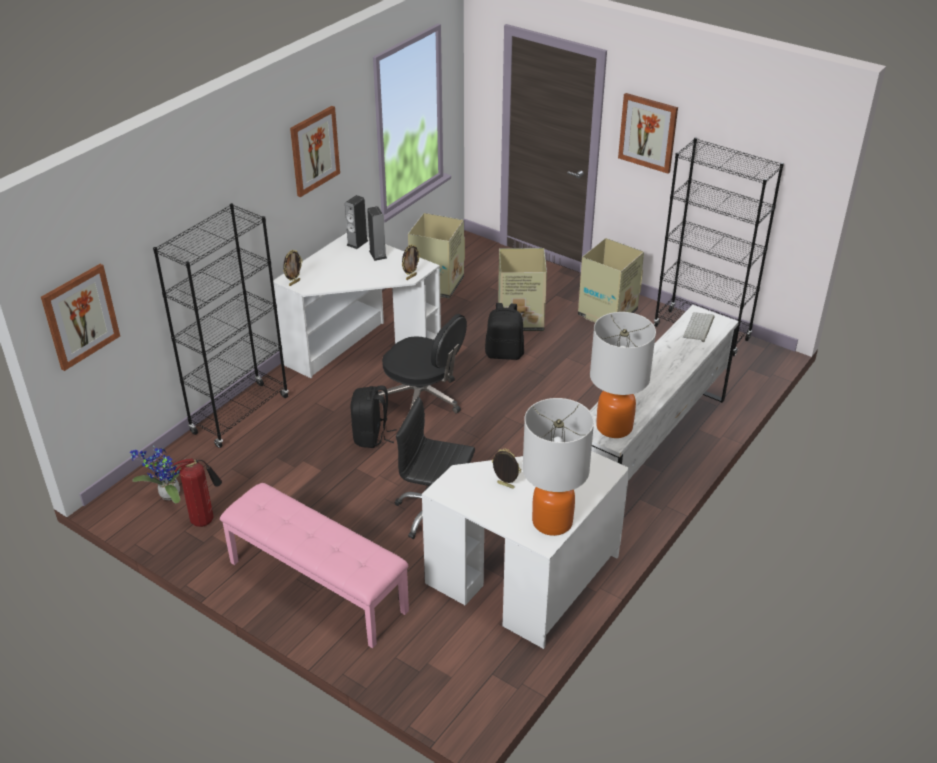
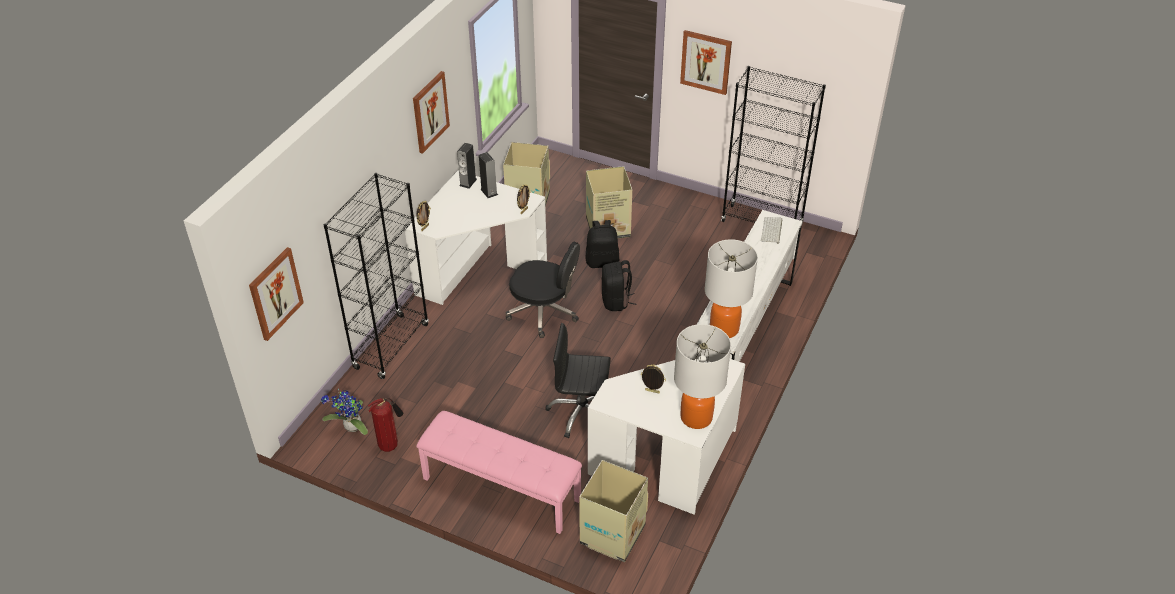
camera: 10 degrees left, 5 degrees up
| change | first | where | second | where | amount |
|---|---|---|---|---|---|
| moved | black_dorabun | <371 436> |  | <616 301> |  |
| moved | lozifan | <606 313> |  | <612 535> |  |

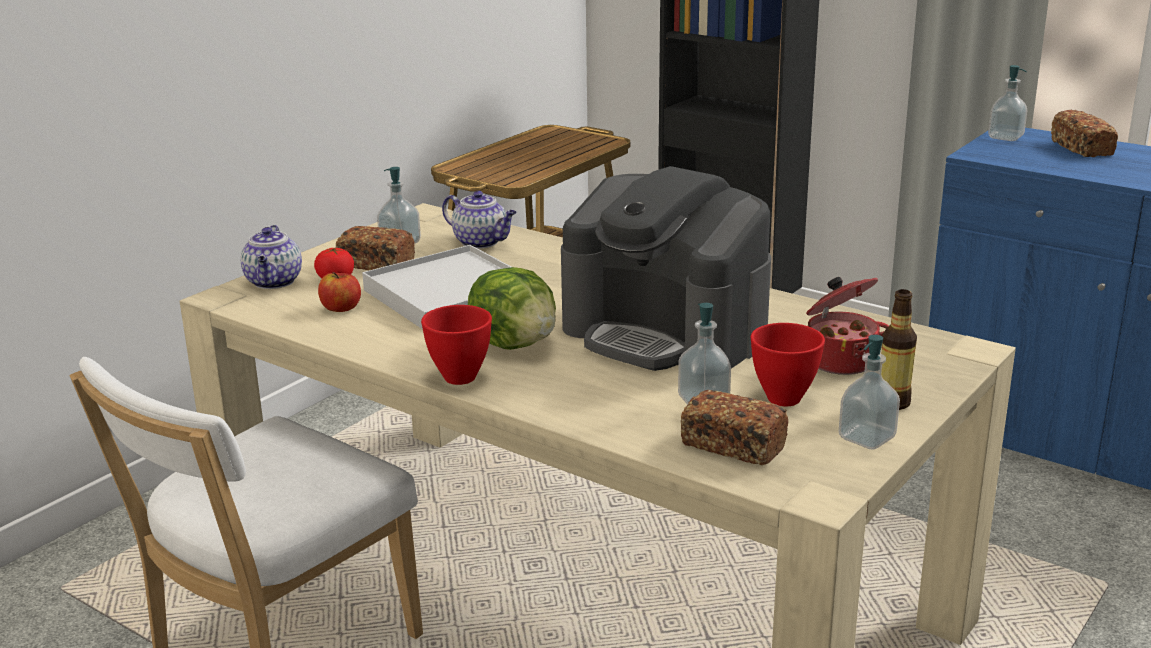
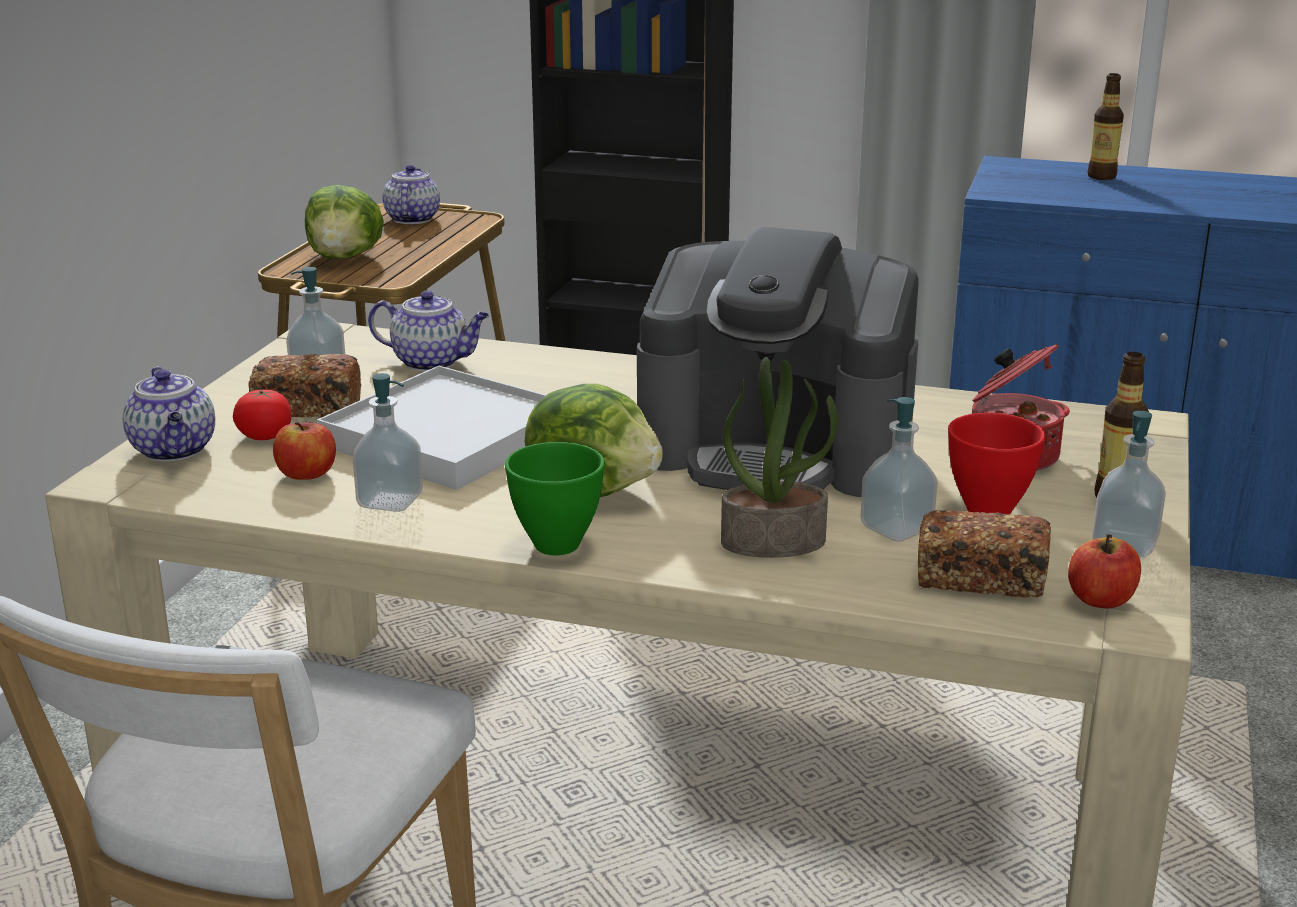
camera: 20 degrees left, 0 degrees up
| change | first | where | second | where | amount |
|---|---|---|---|---|---|
| added |  |  | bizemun | <345 257> |  |
| added |  |  | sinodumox | <412 219> |  |
| added |  |  | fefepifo | <774 541> |  |
| added |  |  | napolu | <1101 600> |  |
| moved | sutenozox | <1005 137> |  | <390 501> |  |
| replaced | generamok | <1082 148> | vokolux | <1101 176> |  |
| recoloured | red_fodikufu | <461 377> | green_fodikufu | <558 544> |  |

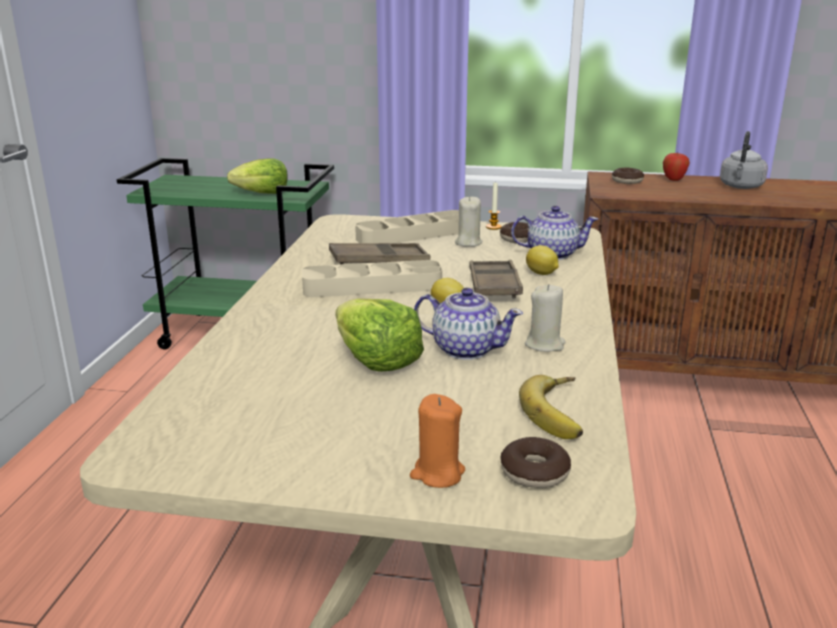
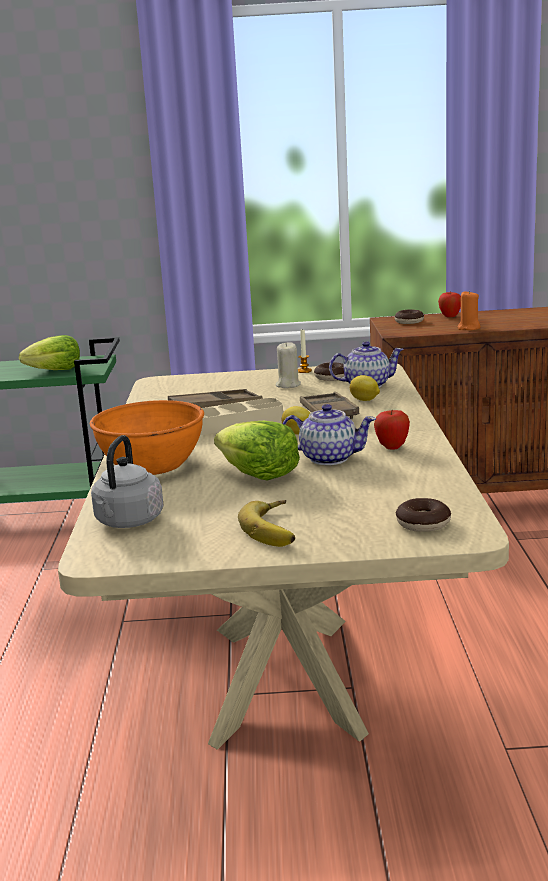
camera: 10 degrees left, 5 degrees down
| change | first | where | second | where | amount |
|---|---|---|---|---|---|
| removed | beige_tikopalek | <413 235> |  |  |  |
| added |  |  | orange_fodikufu | <151 465> |  |
| moved | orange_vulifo | <437 473> |  | <468 328> |  |
| moved | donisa | <562 412> |  | <277 528> |  |
| moved | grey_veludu | <740 187> |  | <128 522> |  |
| replaced | beige_vulifo | <545 344> | napolu | <392 447> |  |

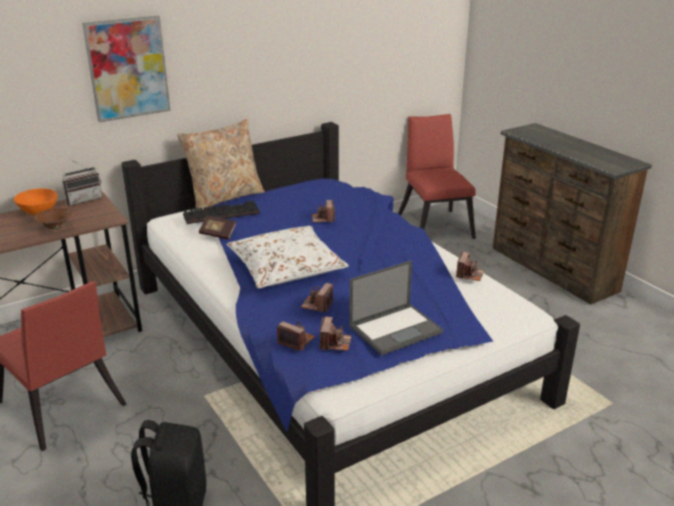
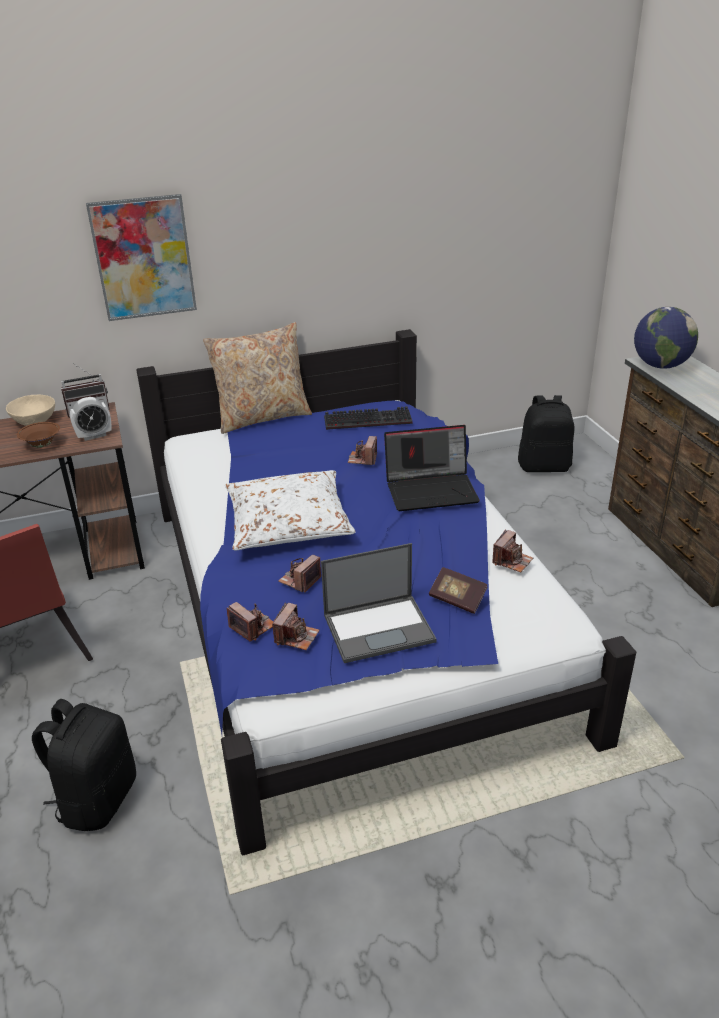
camera: 15 degrees right, 5 degrees up
| change | first | where | second | where | amount |
|---|---|---|---|---|---|
| added |  |  | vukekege | <94 436> |  |
| added |  |  | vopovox | <432 490> |  |
| added |  |  | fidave | <660 366> |  |
| moved | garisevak | <222 213> |  | <369 420> |  |
| moved | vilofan | <218 234> |  | <457 599> |  |
| replaced | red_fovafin | <434 224> | black_dorabun | <544 466> |  |
| recoloured | orange_fodikufu | <39 211> | beige_fodikufu | <35 422> |  |

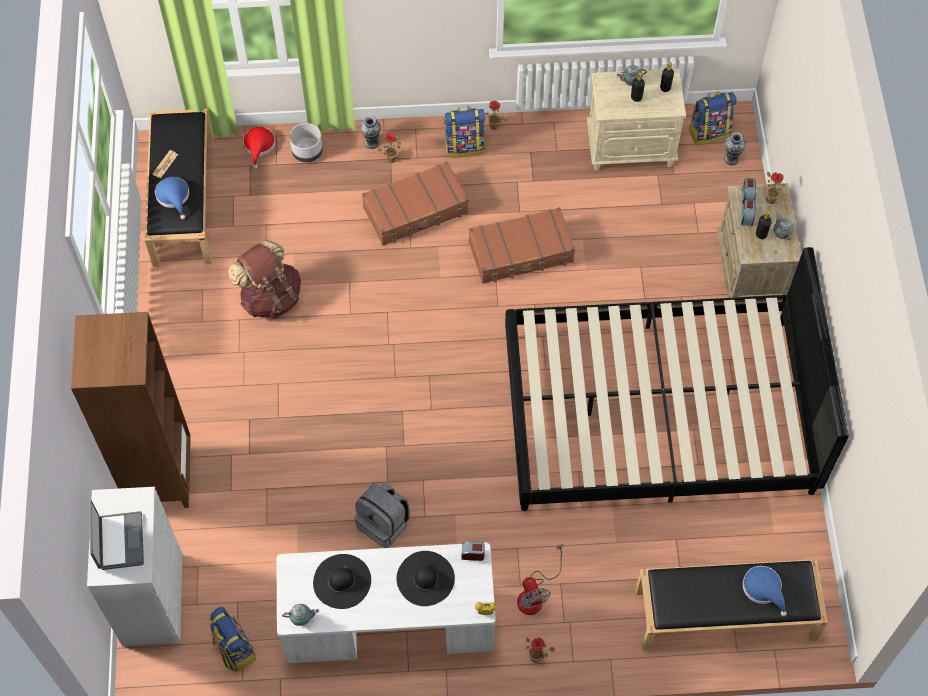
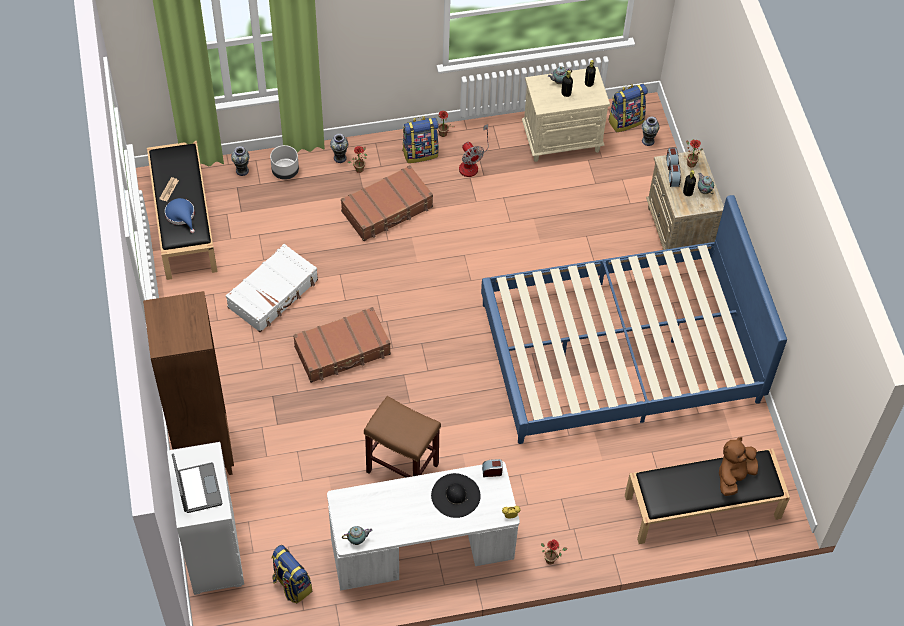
camera: 10 degrees left, 5 degrees down
| change | first | where | second | where | amount |
|---|---|---|---|---|---|
| removed | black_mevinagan | <342 581> |  |  |  |
| moved | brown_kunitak | <521 252> |  | <343 351> |  |
| moved | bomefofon | <535 594> |  | <471 164> |  |
| replaced | brown_dorabun | <270 297> | white_kunitak | <273 294> |  |
| replaced | red_mevinagan | <259 146> | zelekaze | <242 170> |  |
| replaced | grey_dorabun | <384 524> | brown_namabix | <403 468> |  |
| replaced | blue_mevinagan | <763 589> | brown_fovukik | <734 476> |  |
| recoloured | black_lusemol | <658 414> | blue_lusemol | <620 353> |  |

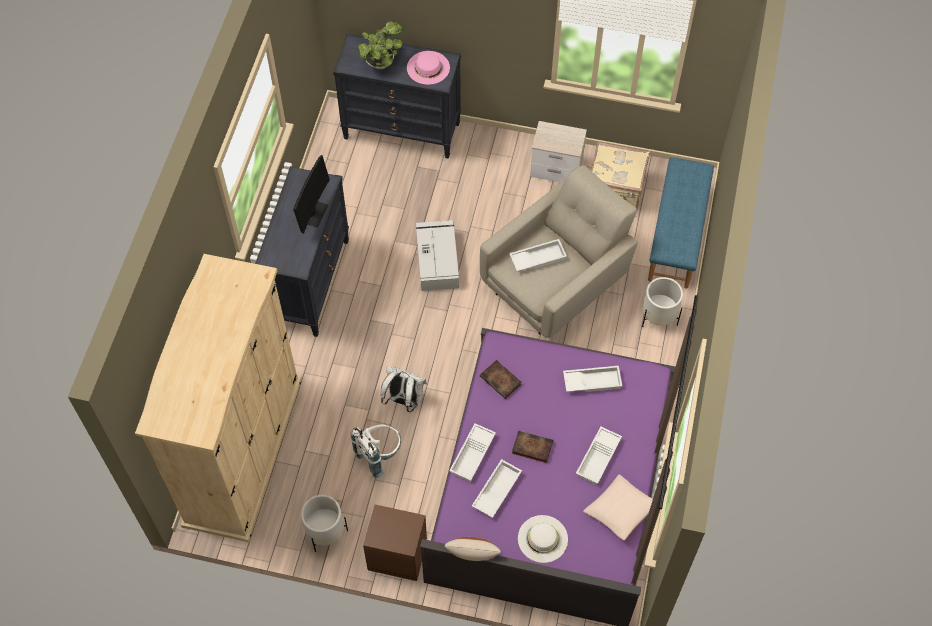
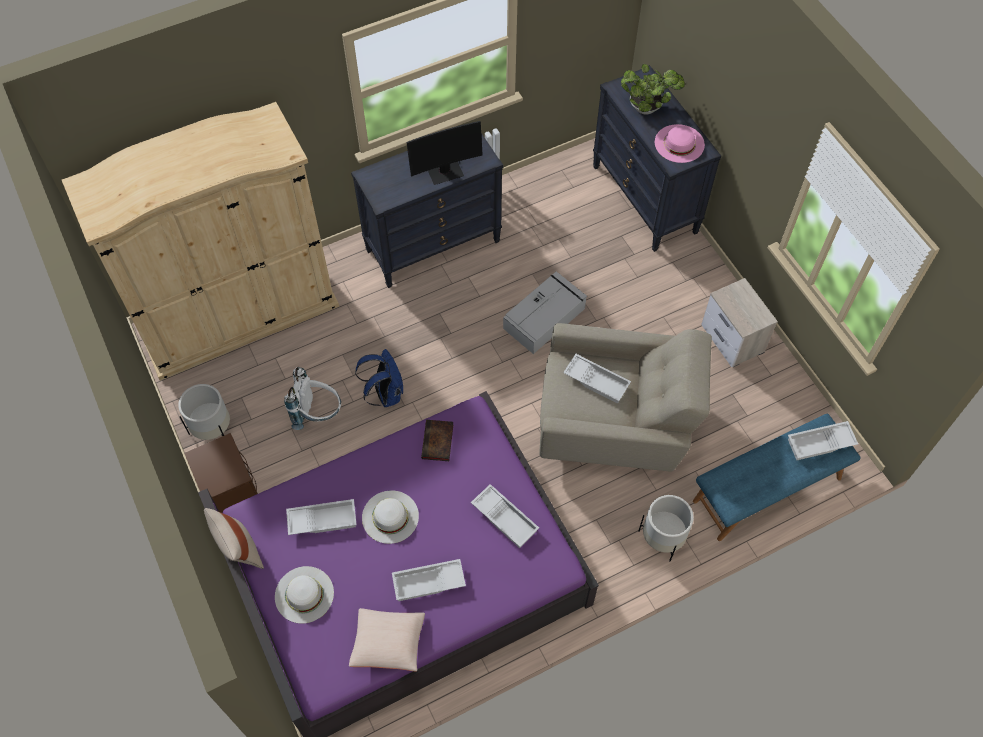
camera: 50 degrees right, 0 degrees up
| change | first | where | second | where | amount |
|---|---|---|---|---|---|
| removed | beige_kunitak | <615 189> |  |  |  |
| moved | white_tikopalek | <473 455> |  | <820 444> |  |
| replaced | vilofan | <531 447> | white_mevinagan | <390 516> |  |
| recoloured | white_dorabun | <404 400> | blue_dorabun | <385 394> |  |

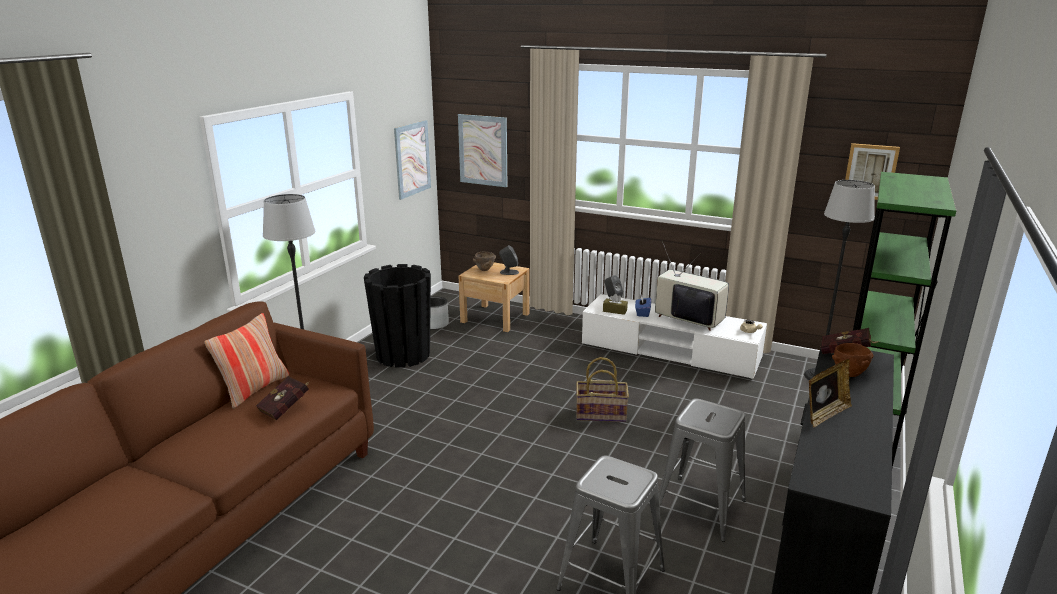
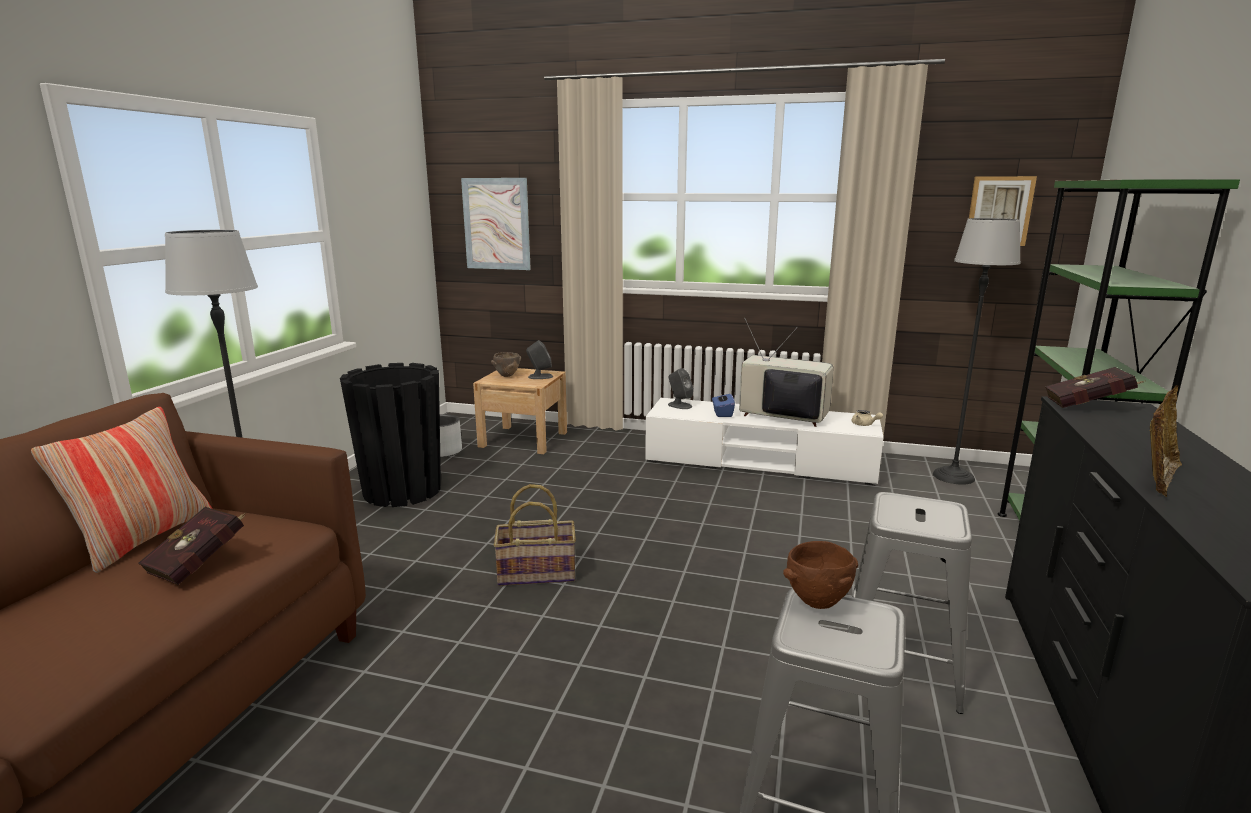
camera: 10 degrees left, 5 degrees down
| change | first | where | second | where | amount |
|---|---|---|---|---|---|
| removed | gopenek | <412 159> |  |  |  |
| removed | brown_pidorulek | <615 311> |  |  |  |
| moved | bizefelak | <601 413> |  | <537 572> |  |
| moved | brown_fodikufu | <849 374> |  | <818 602> |  |

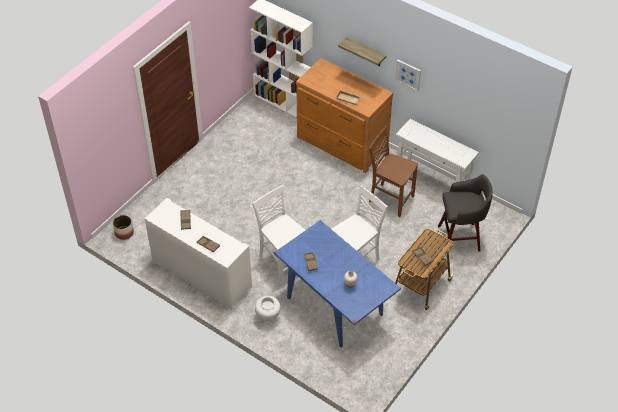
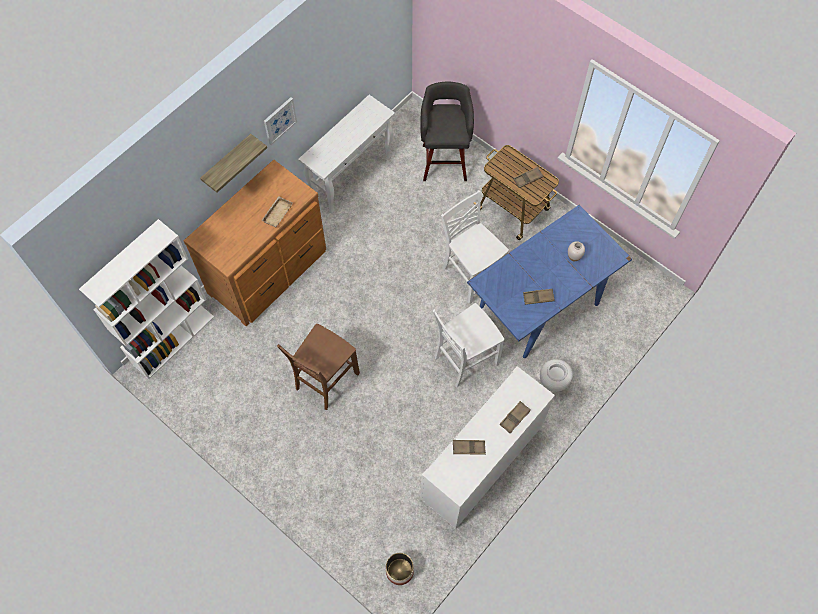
camera: 85 degrees left, 15 degrees up
| change | first | where | second | where | amount |
|---|---|---|---|---|---|
| moved | brown_fovafin | <390 199> |  | <325 381> |  |

